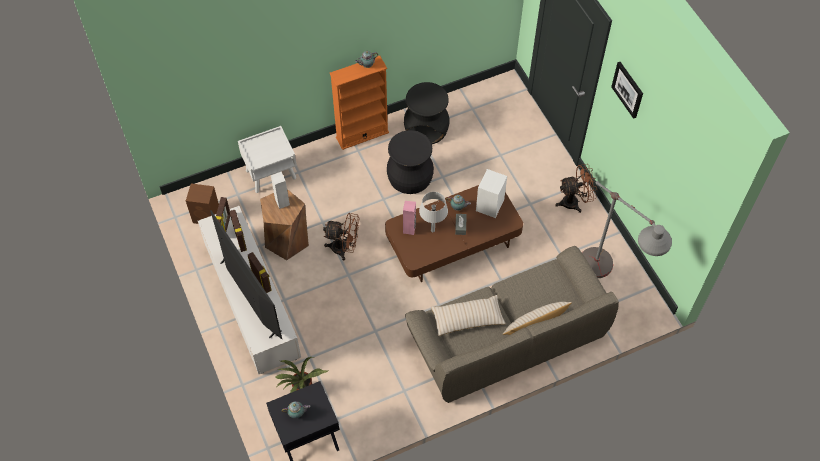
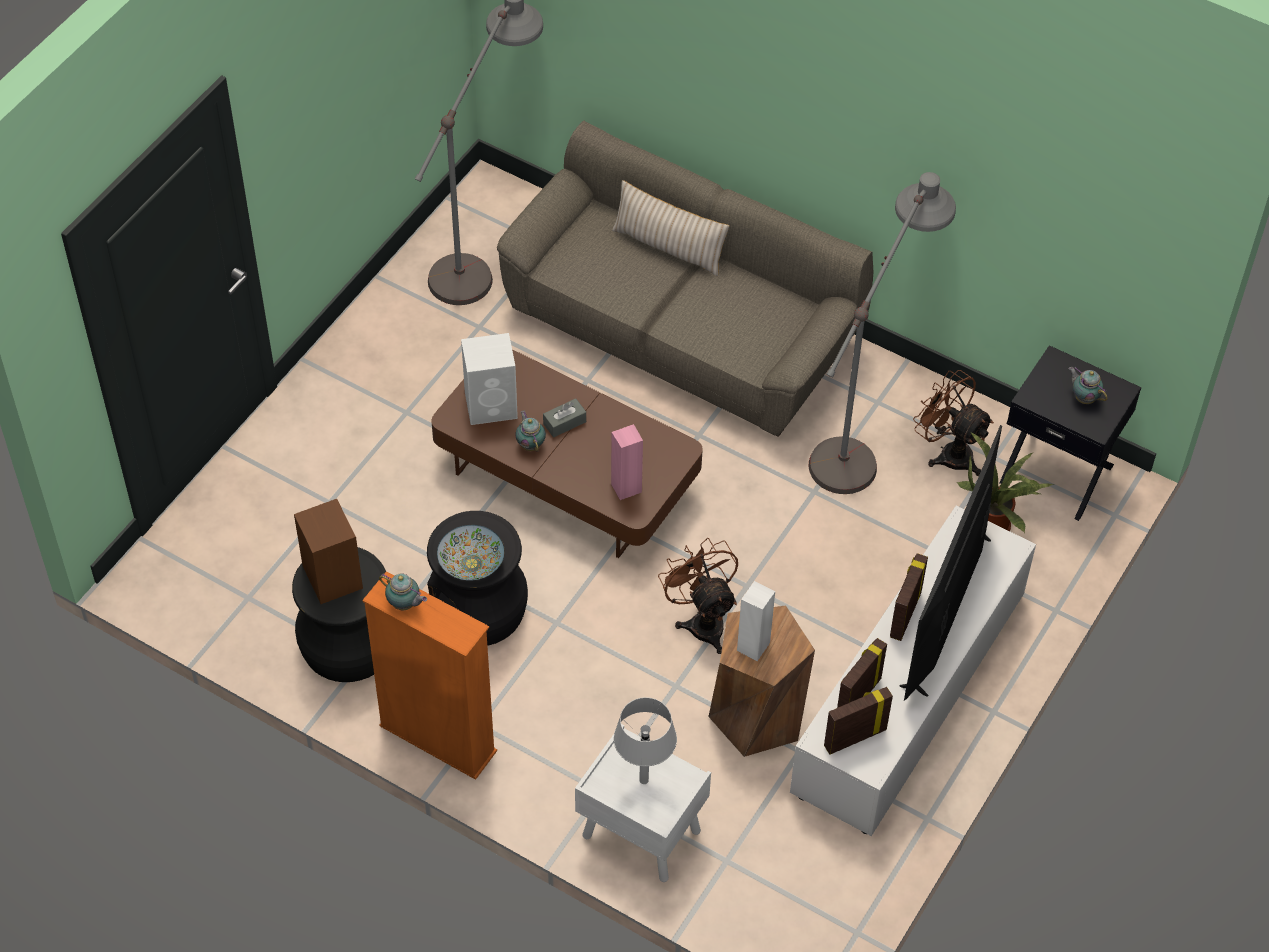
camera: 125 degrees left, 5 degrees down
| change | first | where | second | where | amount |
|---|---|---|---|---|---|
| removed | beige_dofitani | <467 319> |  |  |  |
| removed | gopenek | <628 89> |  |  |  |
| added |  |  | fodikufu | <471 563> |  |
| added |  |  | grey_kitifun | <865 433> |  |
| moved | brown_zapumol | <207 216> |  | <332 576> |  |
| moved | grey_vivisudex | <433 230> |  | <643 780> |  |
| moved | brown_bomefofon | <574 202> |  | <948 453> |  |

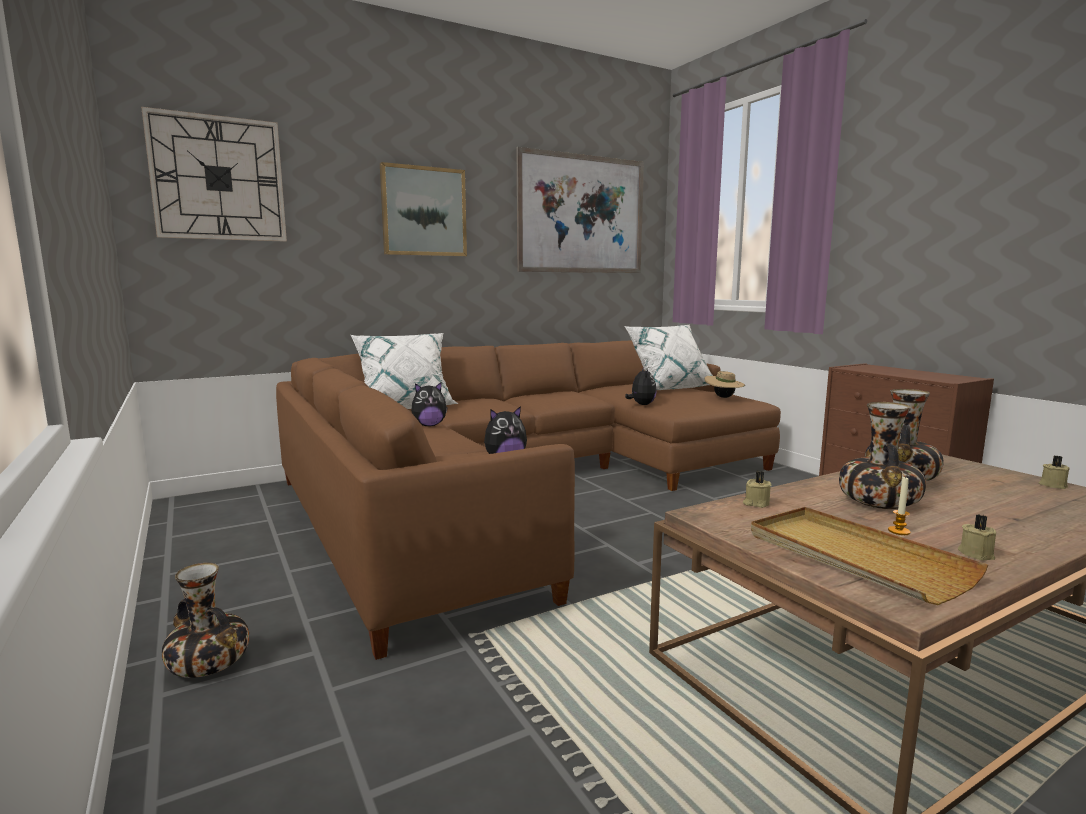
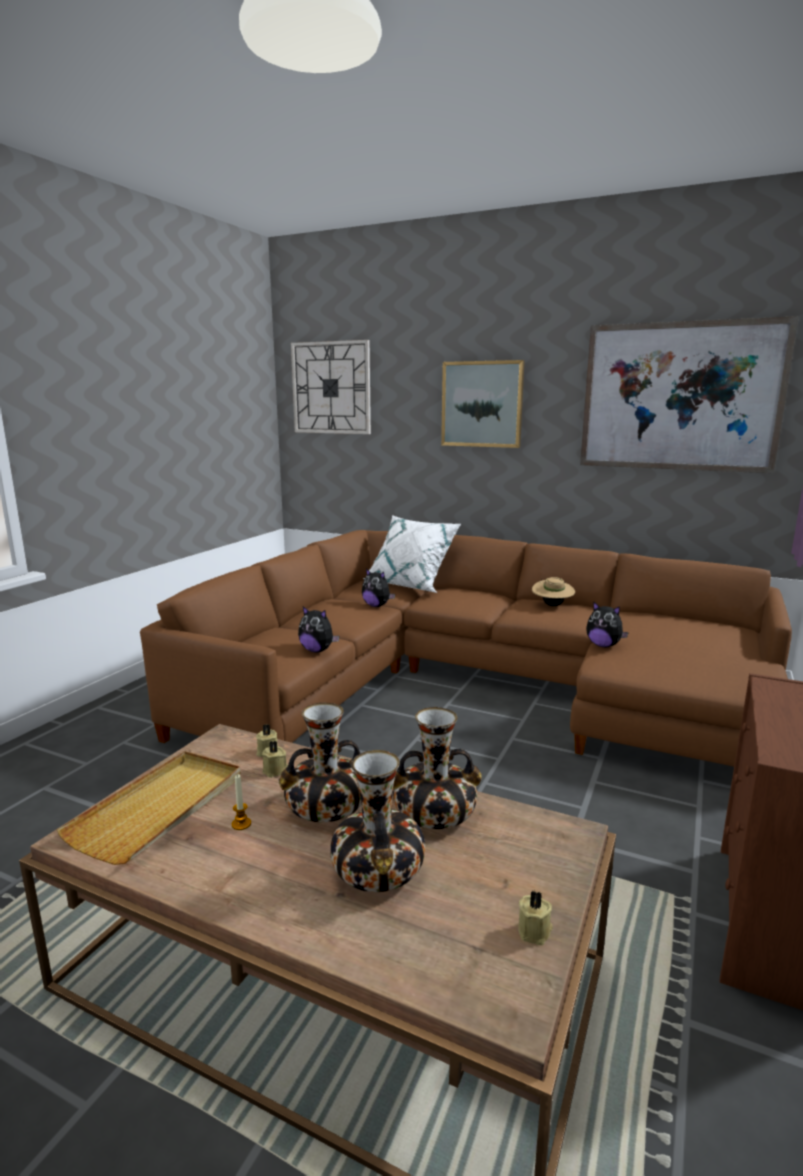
camera: 55 degrees right, 5 degrees up
| change | first | where | second | where | amount |
|---|---|---|---|---|---|
| removed | white_dofitani | <670 388> |  |  |  |
| moved | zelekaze | <209 663> |  | <378 871> |  |
| moved | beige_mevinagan | <723 397> |  | <552 605> |  |
| moved | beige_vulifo | <976 554> |  | <276 771> |  |
| turned | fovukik | <641 405> |  | <603 645> | 75 degrees clockwise |

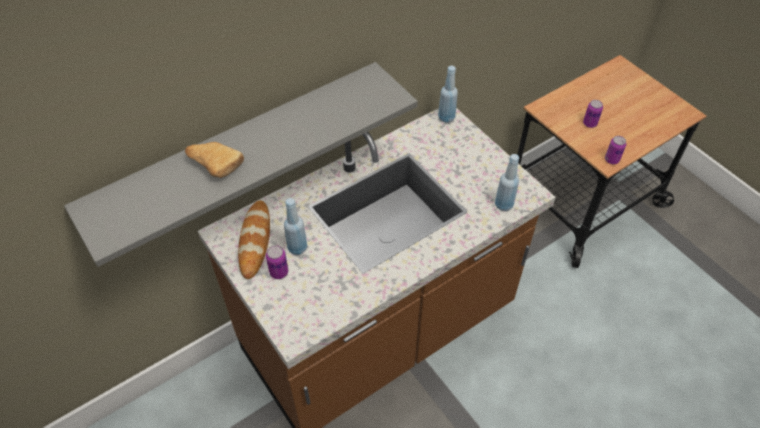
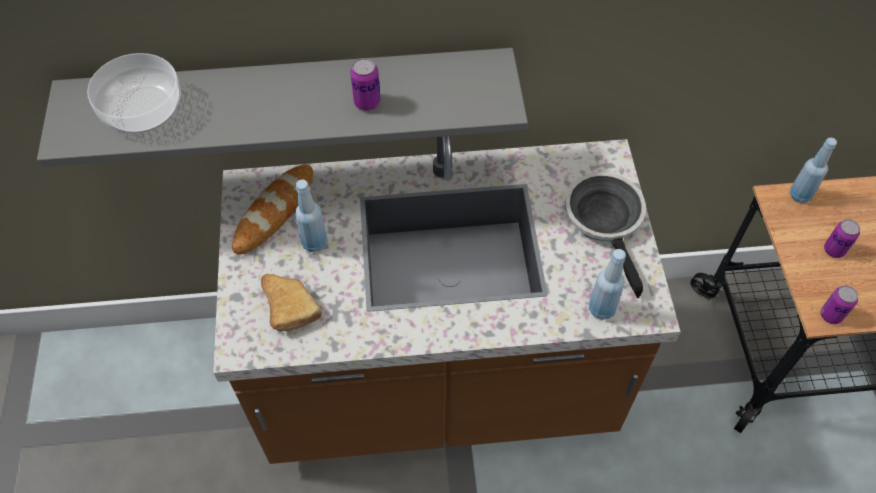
camera: 30 degrees right, 5 degrees up
| change | first | where | second | where | amount |
|---|---|---|---|---|---|
| added |  |  | fodikufu | <144 110> |  |
| added |  |  | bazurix | <606 221> |  |
| moved | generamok | <214 164> |  | <288 305> |  |
| moved | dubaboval | <279 272> |  | <367 102> |  |
| moved | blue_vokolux | <446 117> |  | <800 195> |  |

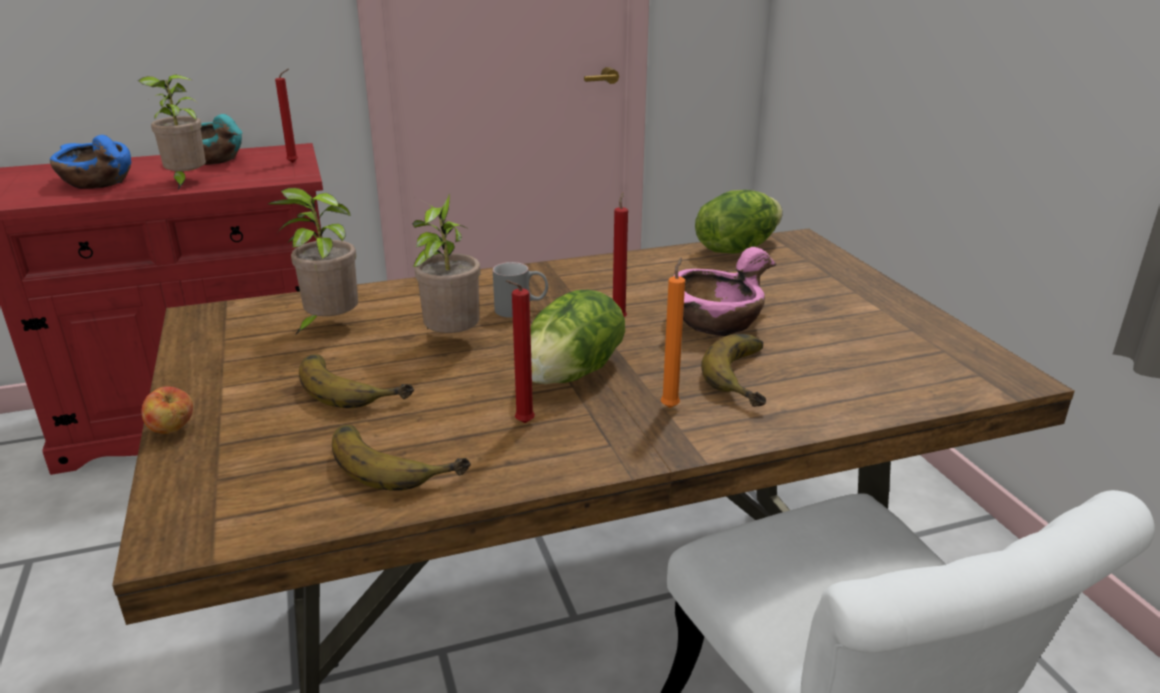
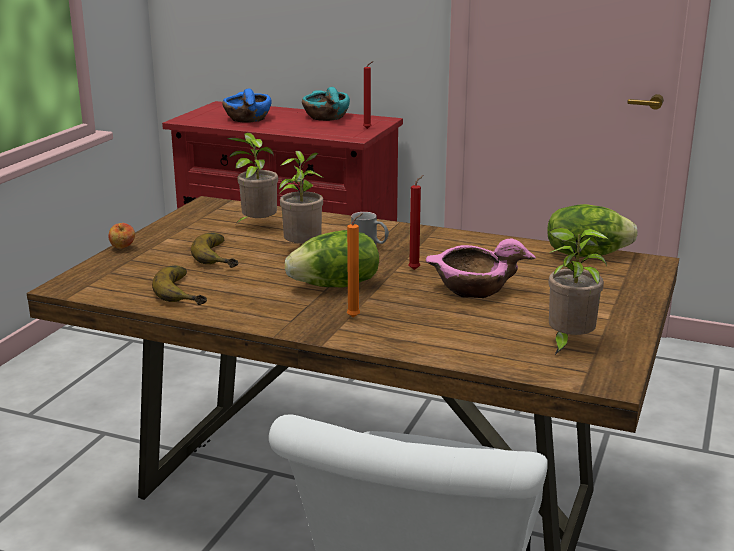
camera: 40 degrees right, 5 degrees down
| change | first | where | second | where | amount |
|---|---|---|---|---|---|
| removed | red_vulifo | <522 424> |  |  |  |
| removed | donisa | <750 376> |  |  |  |
| moved | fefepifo | <186 182> |  | <568 344> |  |

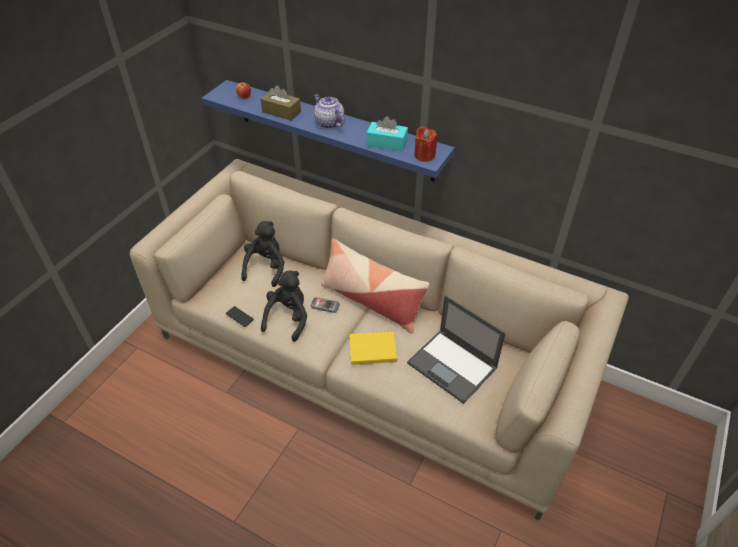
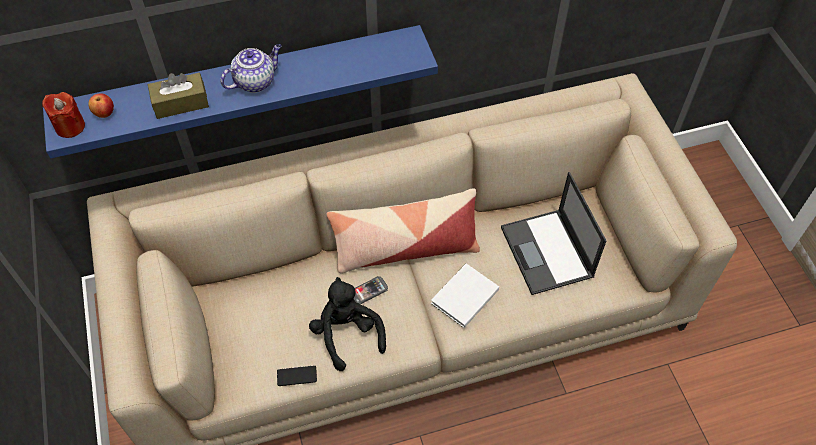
camera: 45 degrees left, 10 degrees up
| change | first | where | second | where | amount |
|---|---|---|---|---|---|
| removed | black_fovukik | <266 267> |  |  |  |
| removed | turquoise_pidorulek | <387 143> |  |  |  |
| moved | red_vulifo | <424 155> |  | <70 126> |  |
| recoloured | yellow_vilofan | <371 349> | white_vilofan | <463 297> |  |
| turned | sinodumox | <328 123> |  | <255 81> | 135 degrees clockwise |
| turned | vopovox | <453 366> |  | <547 253> | 75 degrees clockwise |

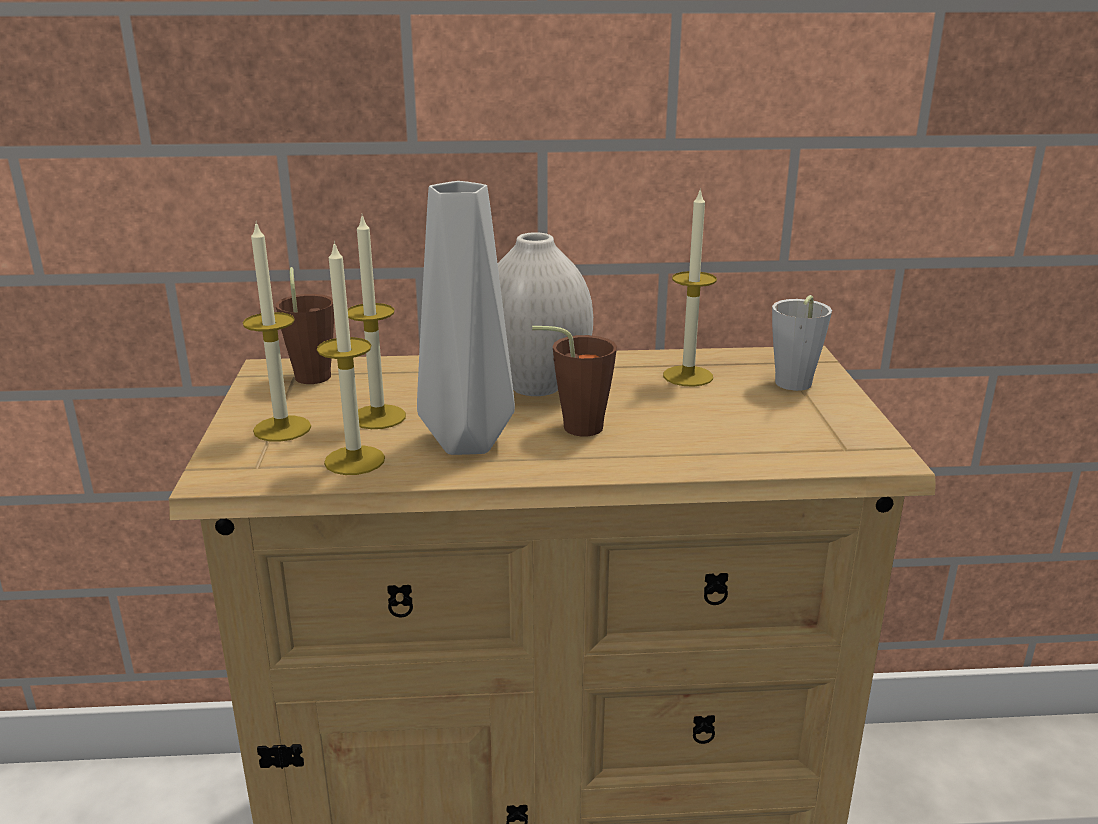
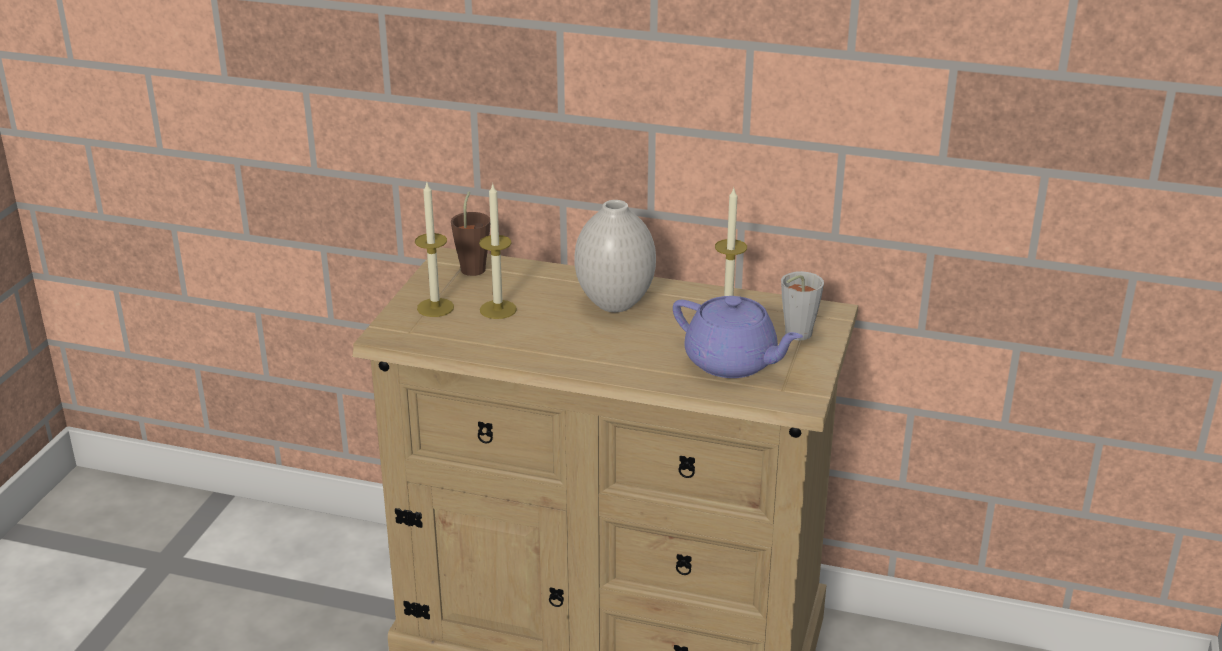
camera: 20 degrees right, 5 degrees up
| change | first | where | second | where | amount |
|---|---|---|---|---|---|
| removed | vulifo | <354 460> |  |  |  |
| removed | grey_zelekaze | <467 445> |  |  |  |
| removed | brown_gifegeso | <573 427> |  |  |  |
| added |  |  | purple_sinodumox | <732 363> |  |

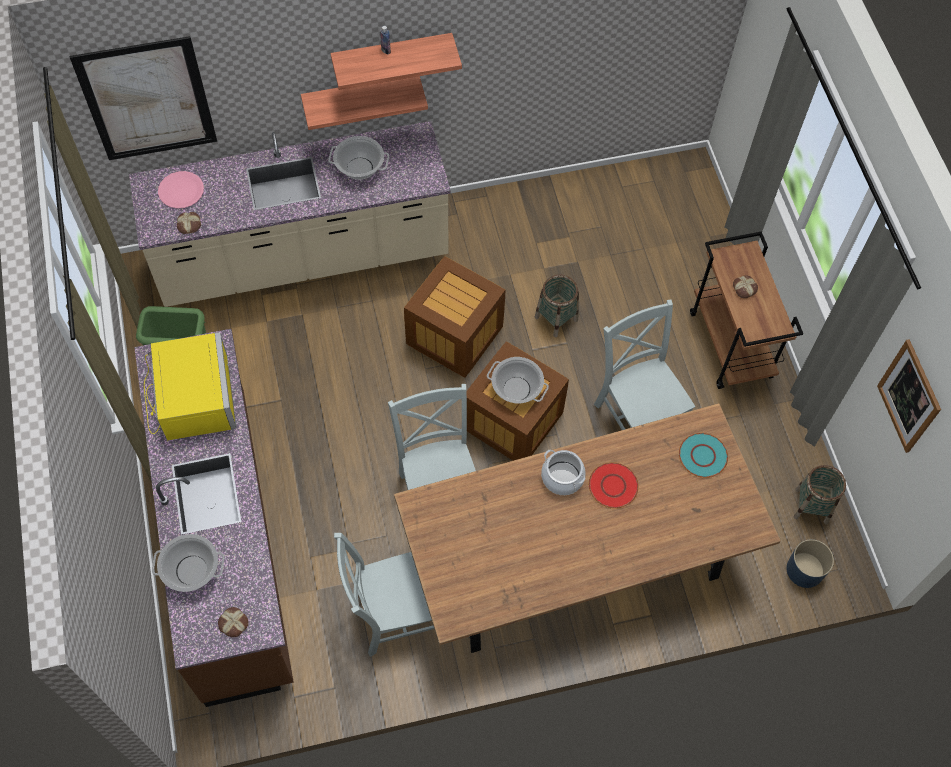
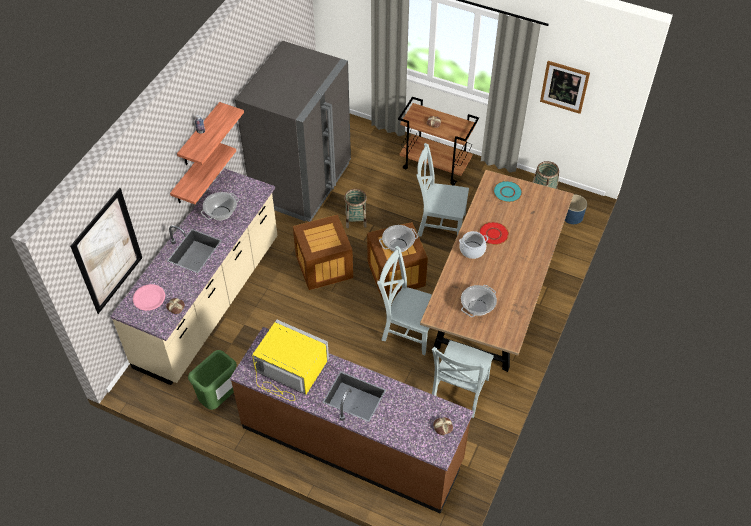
camera: 50 degrees left, 10 degrees down
| change | first | where | second | where | amount |
|---|---|---|---|---|---|
| added |  |  | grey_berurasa | <302 182> |  |
| moved | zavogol | <191 570> |  | <477 307> |  |

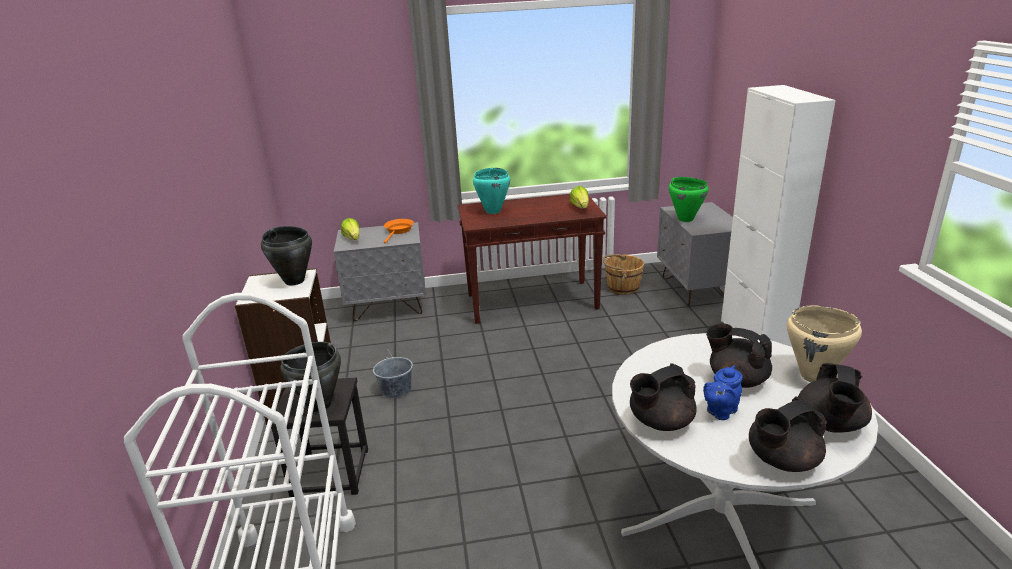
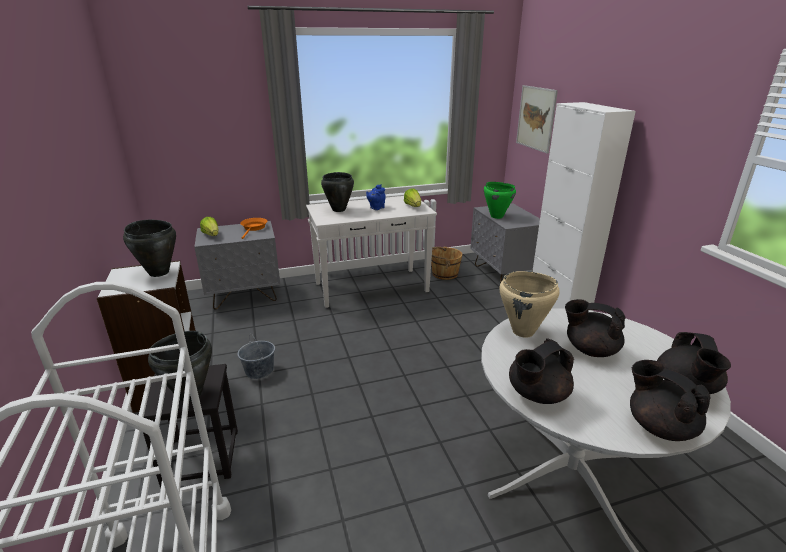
camera: 10 degrees left, 0 degrees up
| change | first | where | second | where | amount |
|---|---|---|---|---|---|
| added |  |  | gopenek | <536 118> |  |
| moved | blue_sinodumox | <720 411> |  | <376 208> |  |
| moved | beige_zavogol | <814 377> |  | <523 332> |  |
| recoloured | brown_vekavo | <533 302> | white_vekavo | <372 287> |  |
| recoloured | turquoise_zavogol | <492 211> | black_zavogol | <338 210> |  |
| turned | black_sinodumox | <781 460> |  | <659 426> | 90 degrees clockwise |

